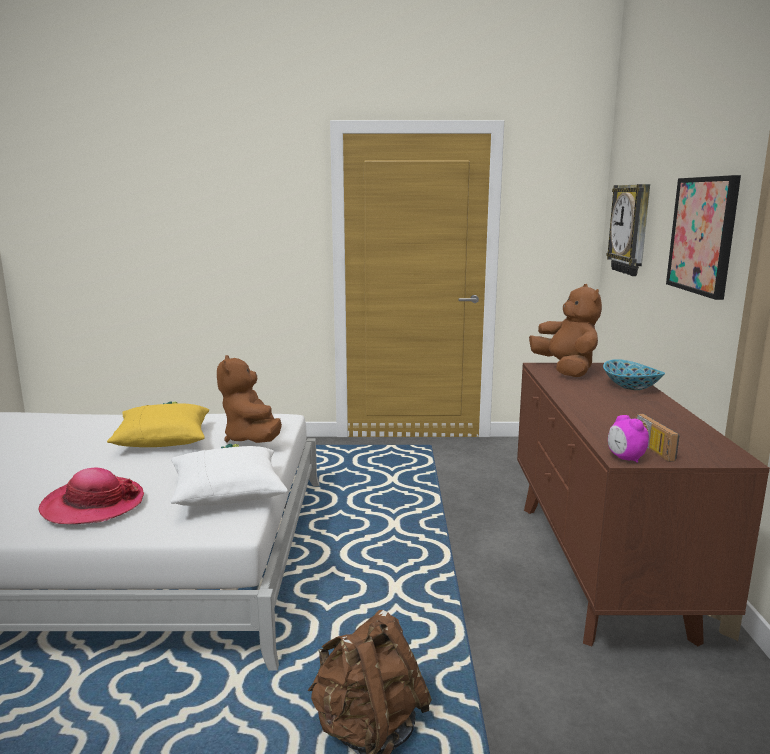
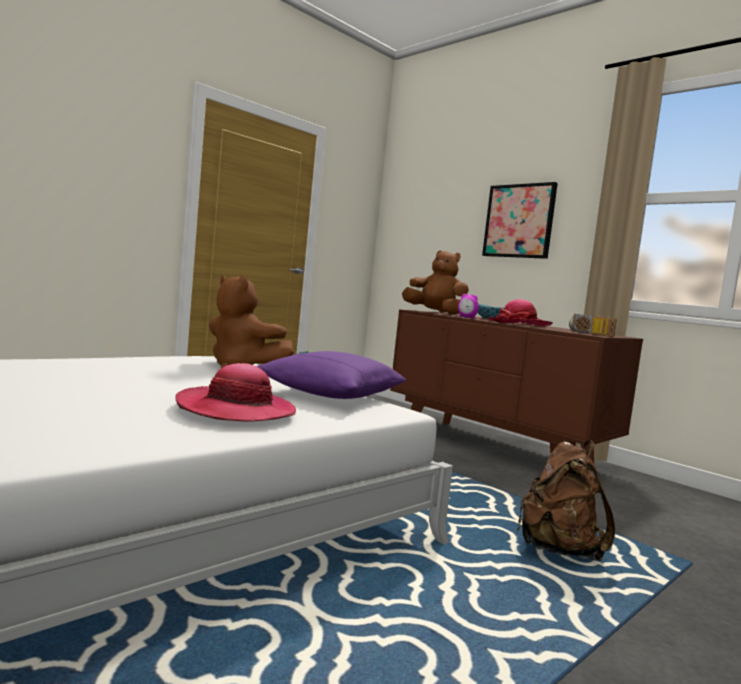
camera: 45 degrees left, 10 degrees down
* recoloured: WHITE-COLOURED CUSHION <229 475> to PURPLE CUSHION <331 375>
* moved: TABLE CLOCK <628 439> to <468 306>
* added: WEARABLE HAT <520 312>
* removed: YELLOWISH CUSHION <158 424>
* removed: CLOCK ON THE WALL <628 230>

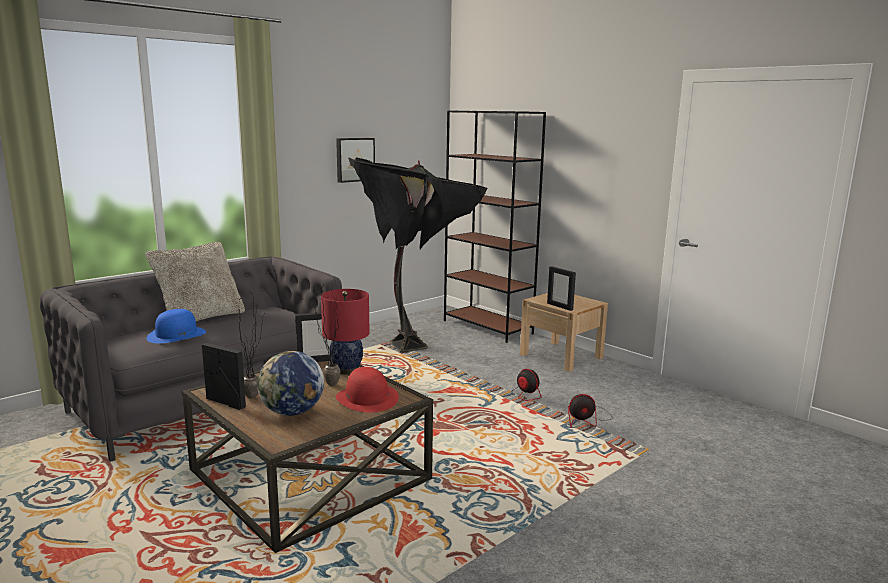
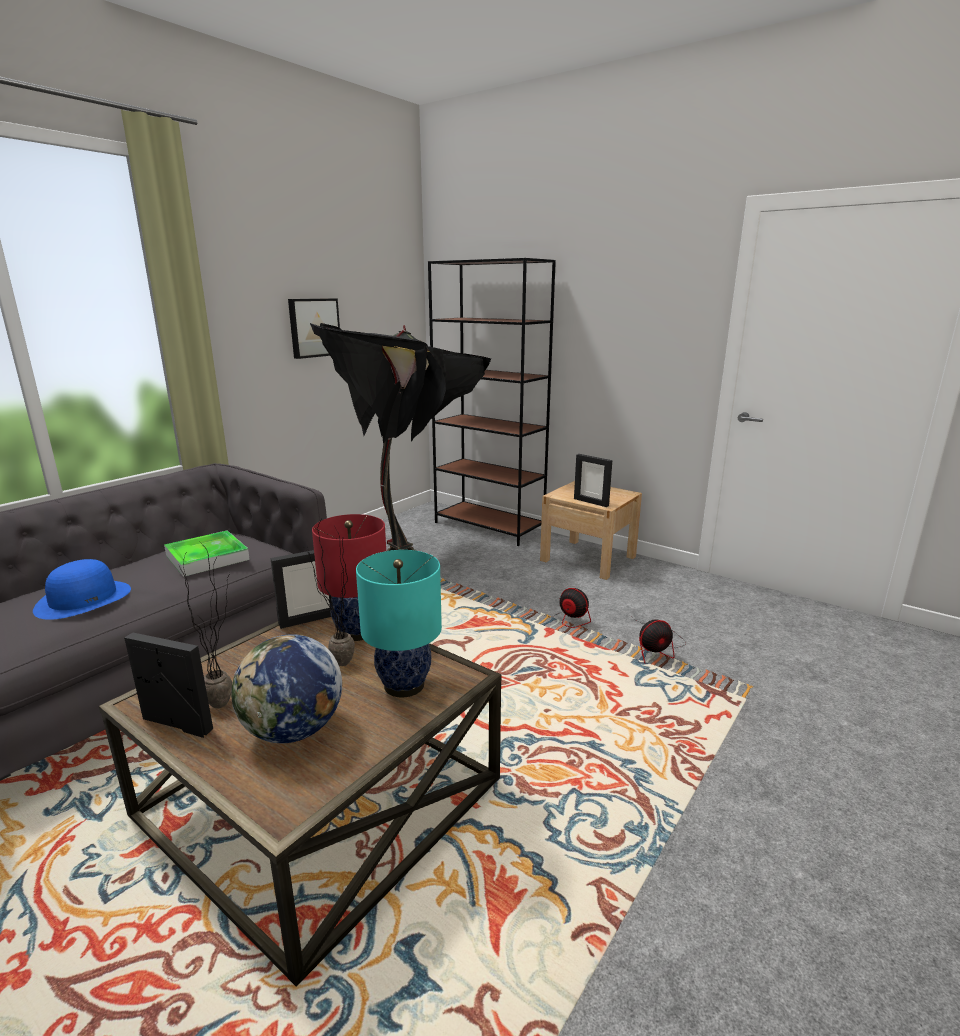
camera: 10 degrees left, 5 degrees up
* added: SERVING TRAY <207 553>
* replaced: REDDISH WEARABLE HAT <367 390> to BLUE-GREEN TABLE LAMP <399 623>
* removed: BEIGE-COLOURED CUSHION <195 281>

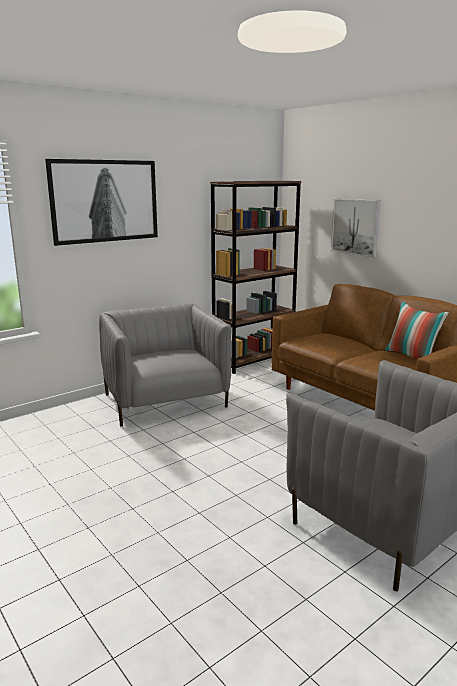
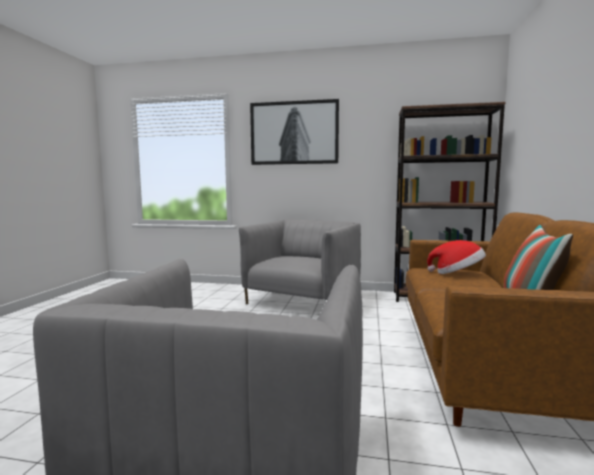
camera: 50 degrees right, 10 degrees down
* added: WEARABLE HAT <456 257>
* removed: WALL PICTURE <356 228>

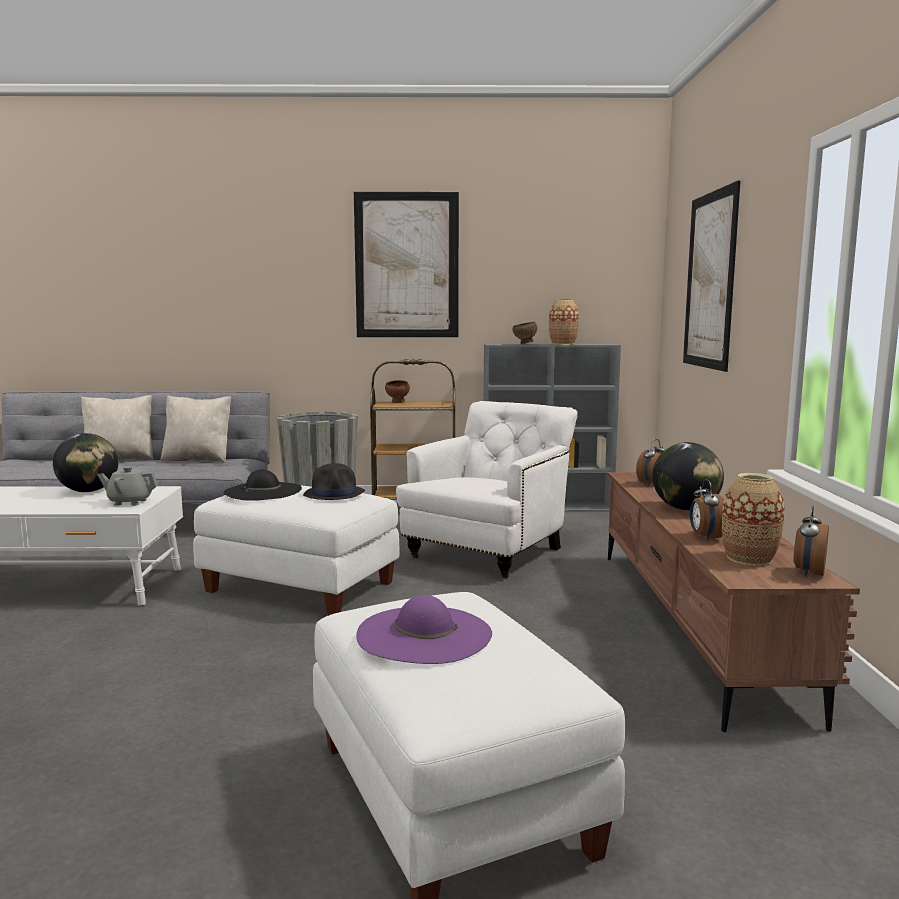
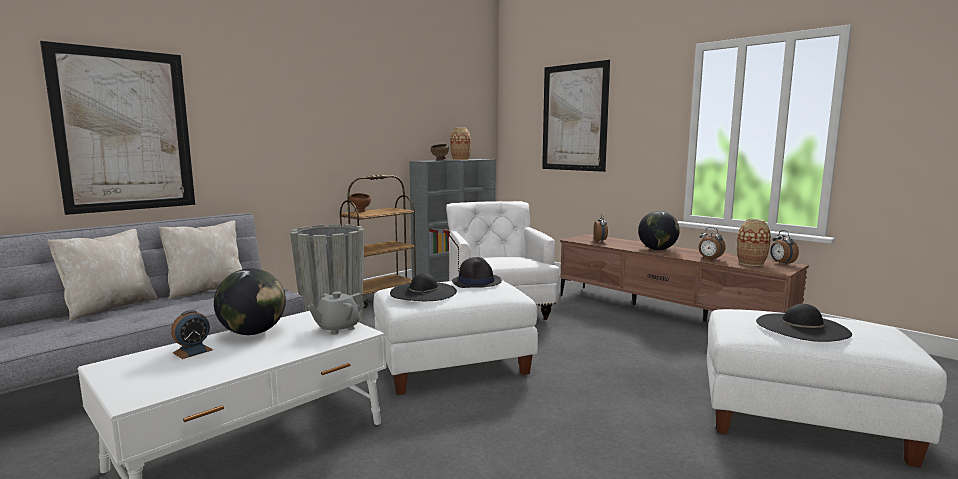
camera: 45 degrees left, 0 degrees up
* moved: WALL PICTURE <406 264> to <117 128>
* added: TABLE CLOCK <192 334>
* recoloured: PURPLE WEARABLE HAT <424 629> to BLACK WEARABLE HAT <804 323>

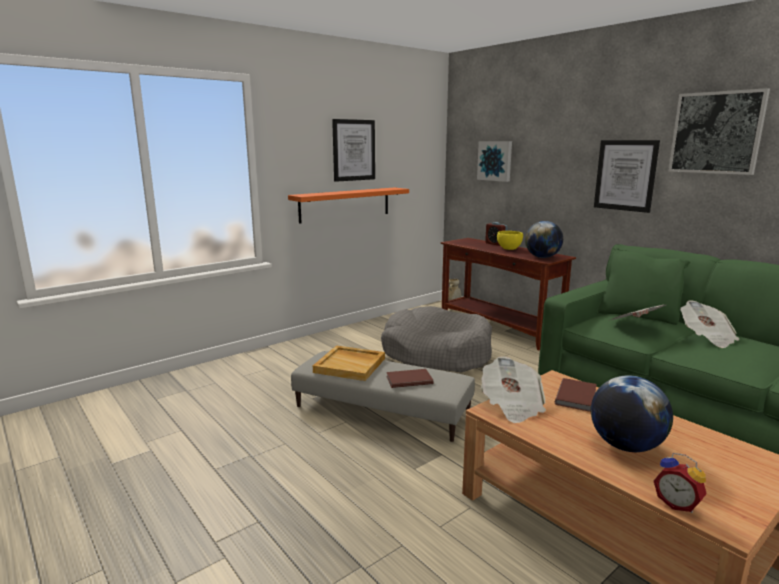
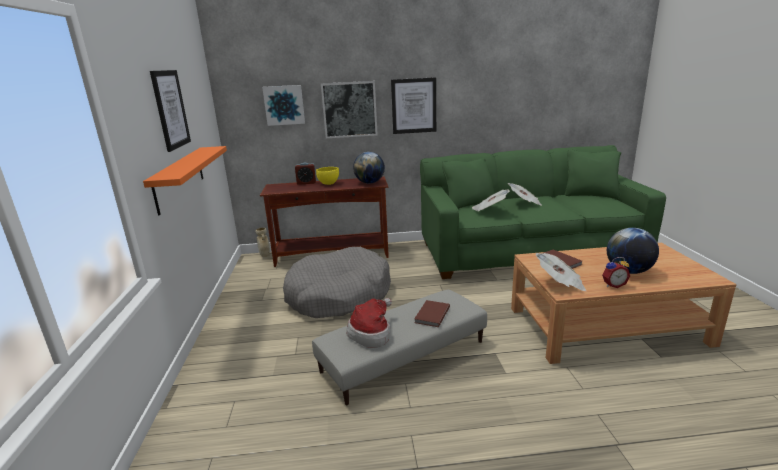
camera: 55 degrees left, 5 degrees up
* moved: WALL PICTURE <719 131> to <349 109>
* replaced: BEIGE-COLOURED SERVING TRAY <349 363> to WEARABLE HAT <369 323>
* moved: TABLE CLOCK <680 483> to <616 272>

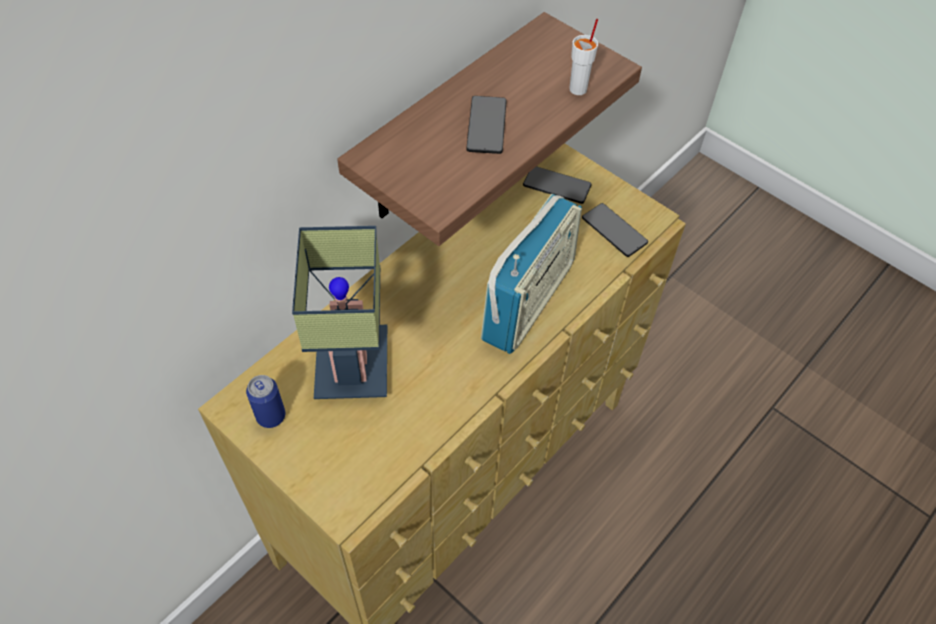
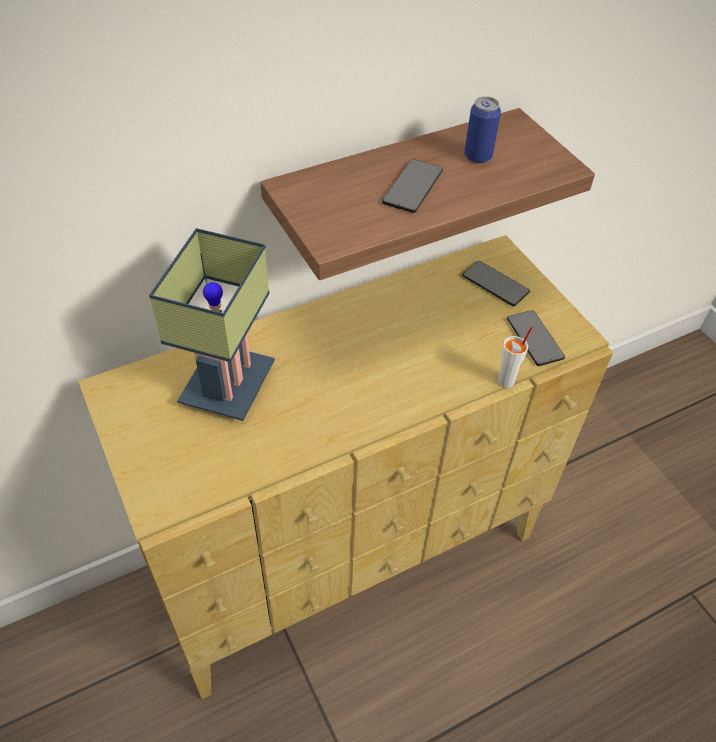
camera: 20 degrees right, 5 degrees down
* moved: METAL CAN <265 401> to <482 130>
* moved: WHITE-COLOURED DRINKING CUP <583 57> to <515 357>
* removed: RADIO RECEIVER <531 274>

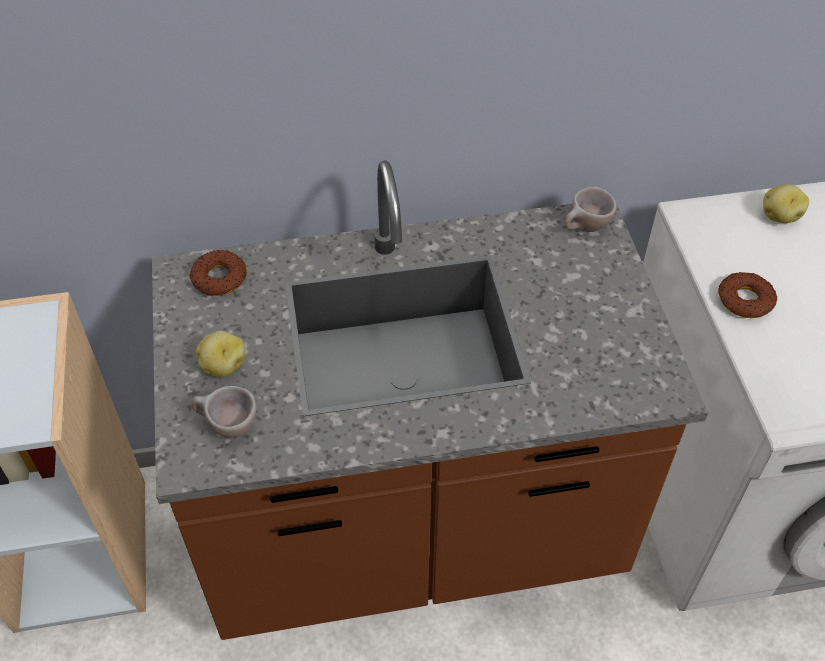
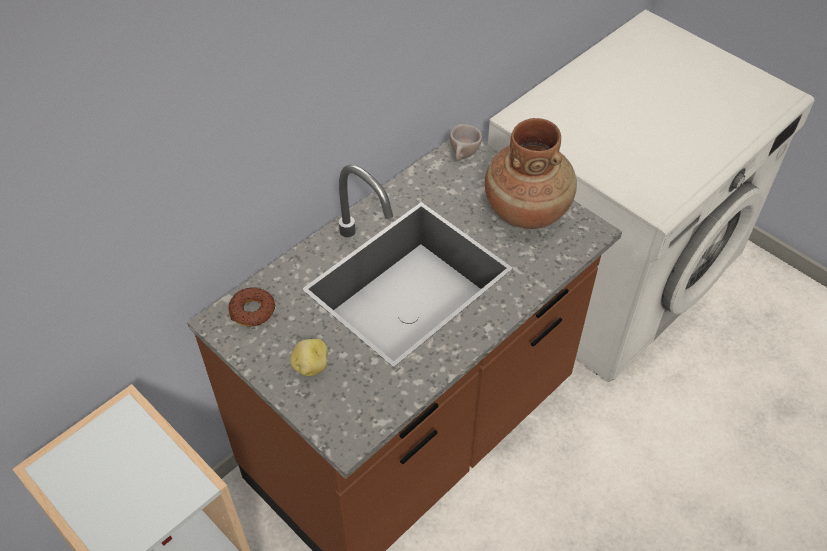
camera: 35 degrees left, 0 degrees up
* added: BROWN VASE <531 173>
* removed: BEIGE-COLOURED DRINKING CUP <224 412>
* removed: RING DOUGHNUT <747 295>
* removed: SPUD <786 203>

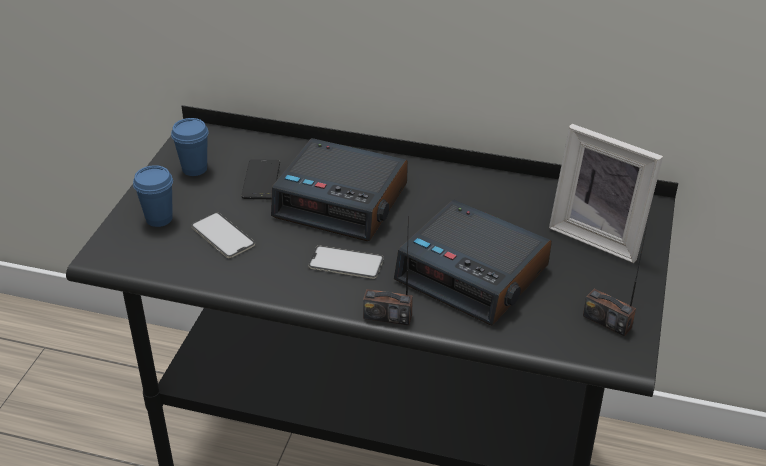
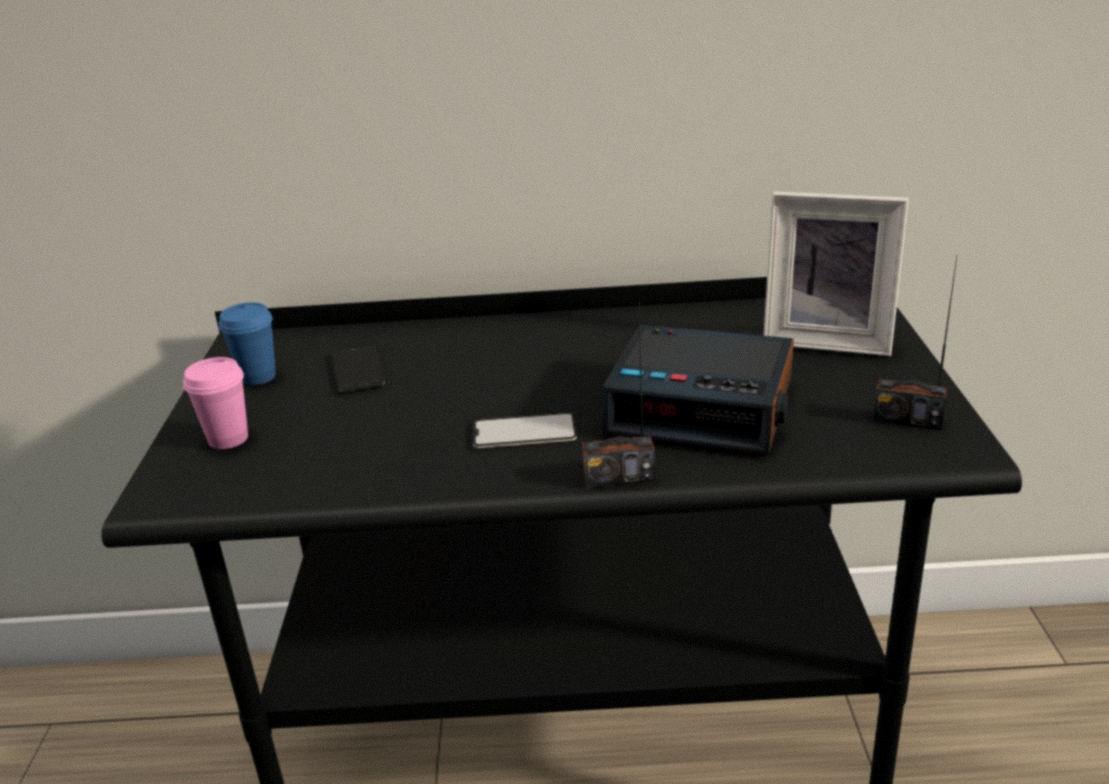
camera: 15 degrees left, 10 degrees down
* recoloured: BLUE DRINKING CUP <153 196> to PINK DRINKING CUP <215 403>
* removed: HANDSET <223 235>
* removed: TABLE CLOCK <339 189>

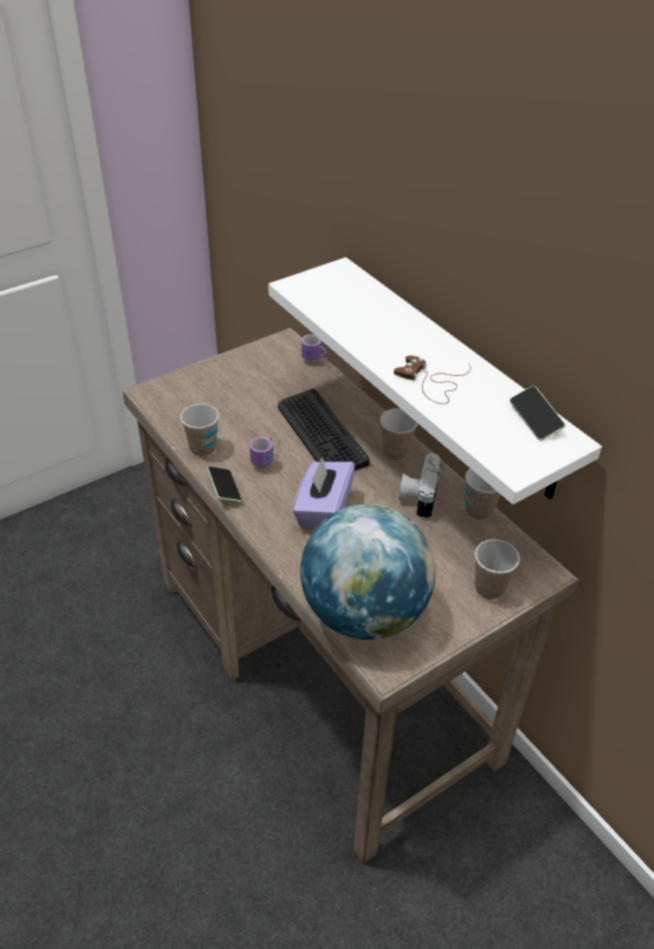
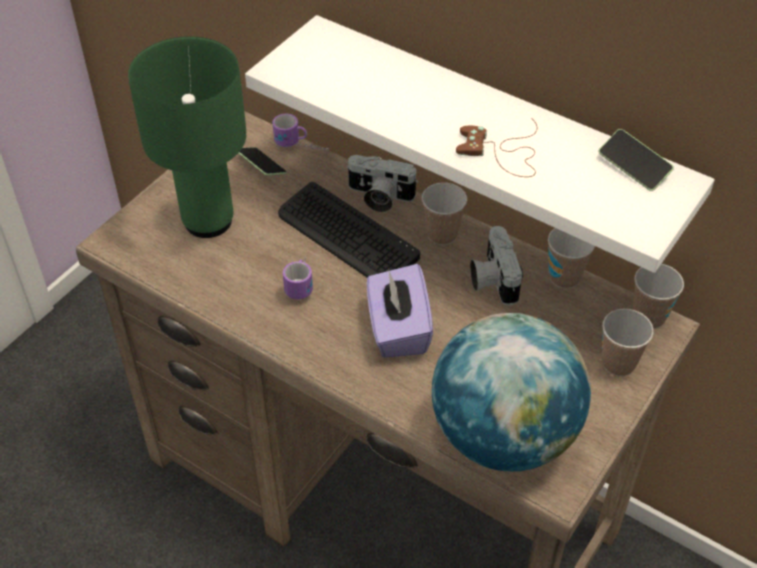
camera: 20 degrees left, 5 degrees up
* added: GREENISH TABLE LAMP <187 137>
* moved: HANDSET <224 484> to <262 161>
* added: STILL CAMERA <382 183>
* moved: DRINKING CUP <200 430> to <658 296>

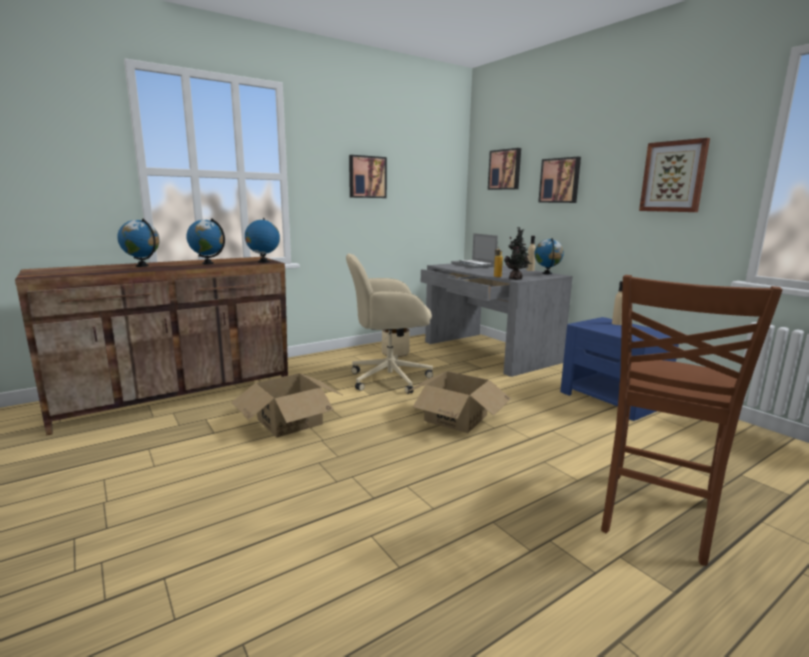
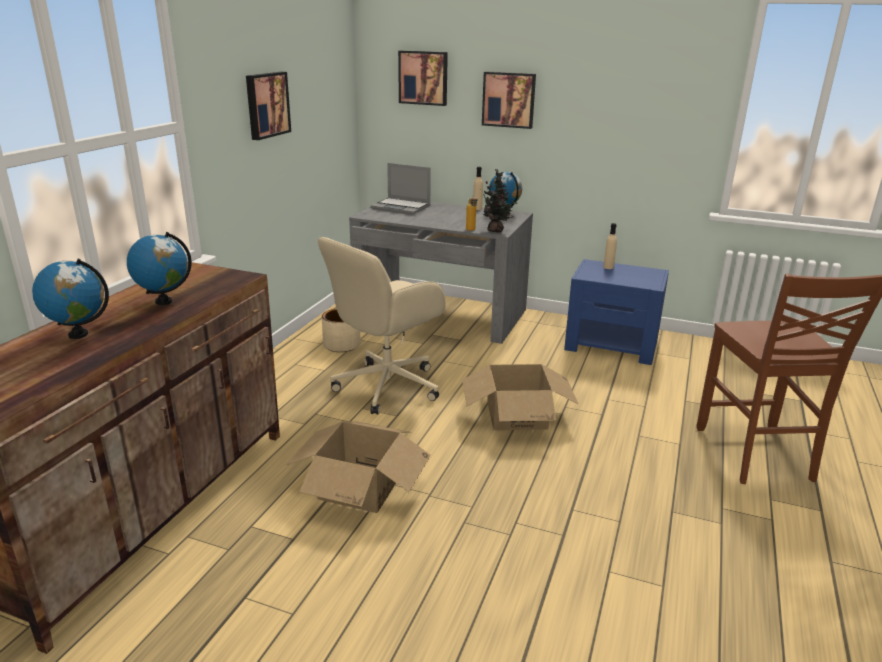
camera: 35 degrees left, 10 degrees up
* removed: WORLD GLOBE <262 240>
* removed: WALL PICTURE <674 175>

